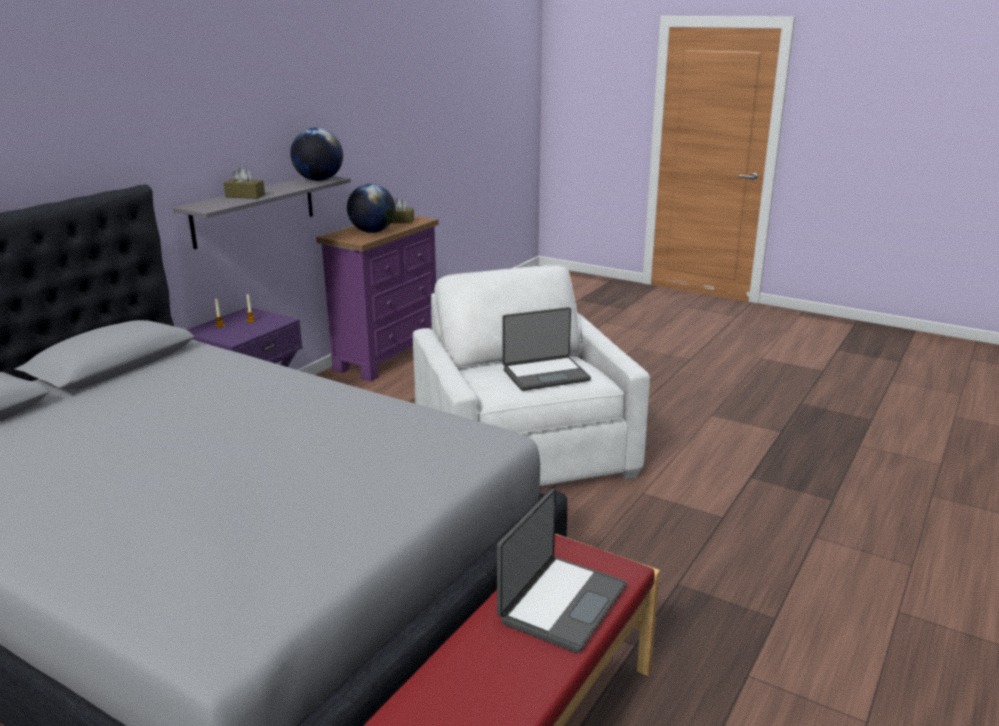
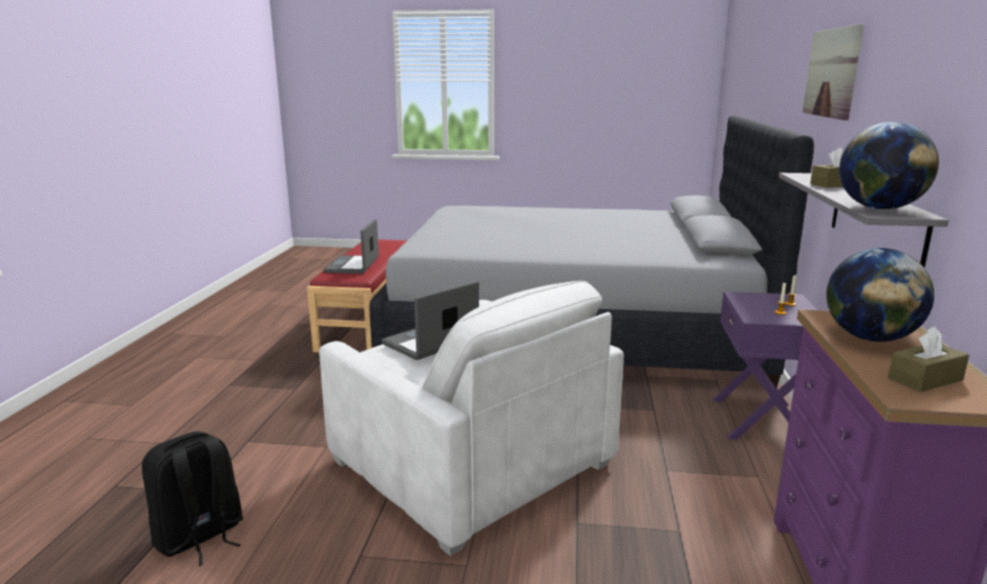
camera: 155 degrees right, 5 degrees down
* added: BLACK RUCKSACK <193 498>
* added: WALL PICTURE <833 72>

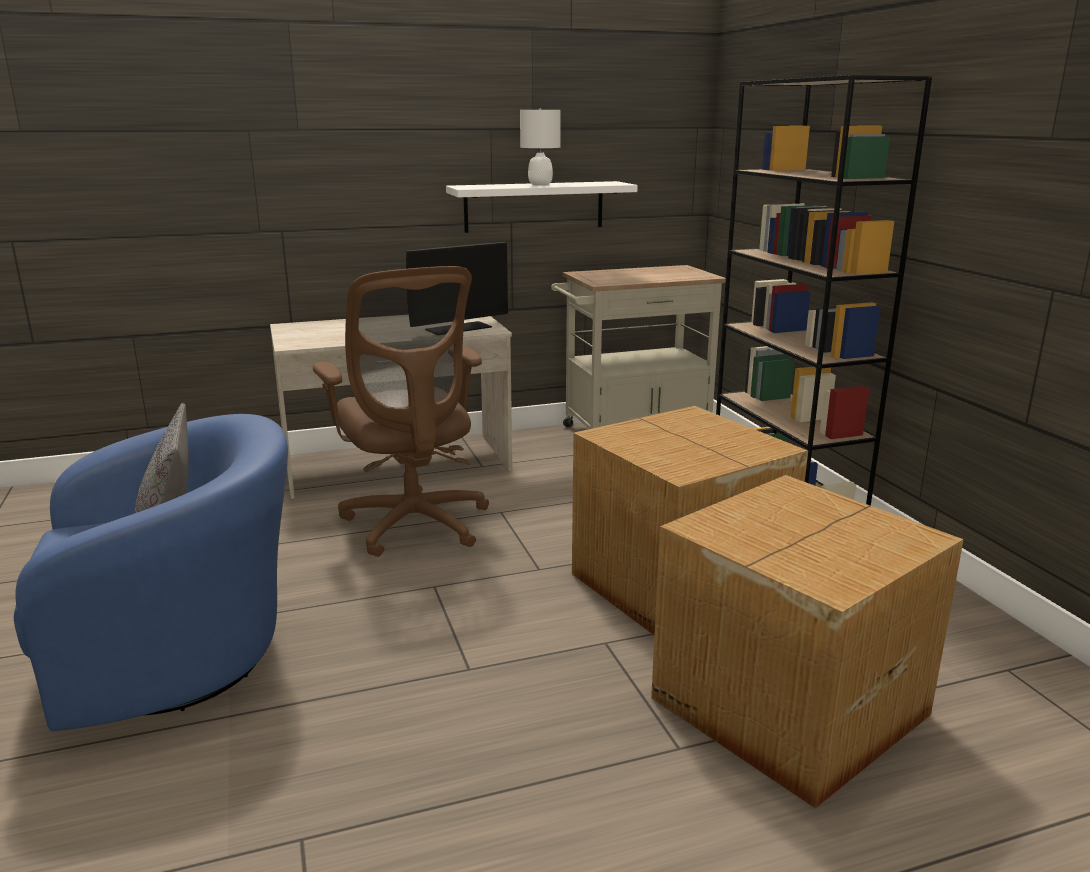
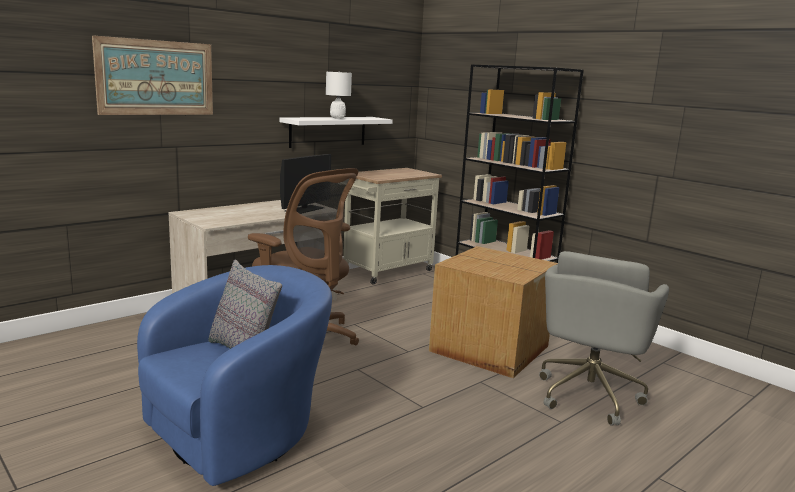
camera: 25 degrees left, 5 degrees down
* added: WALL PICTURE <152 75>
* replaced: PACKING BOX <807 642> to GRAY COMPUTER CHAIR <604 338>

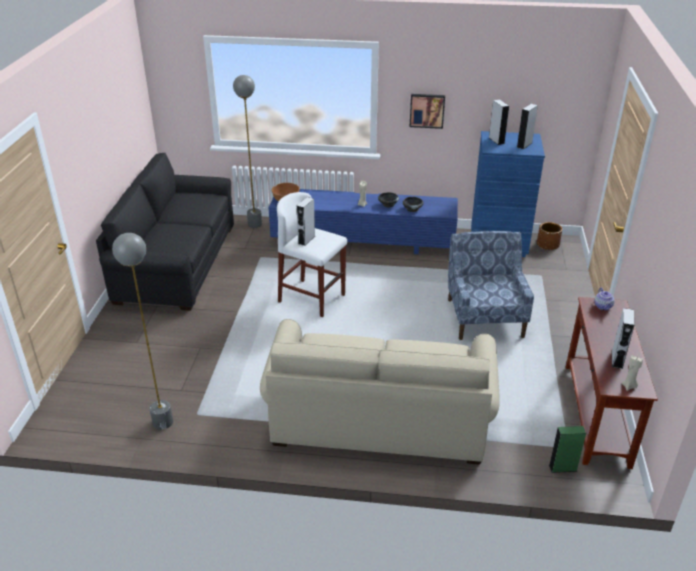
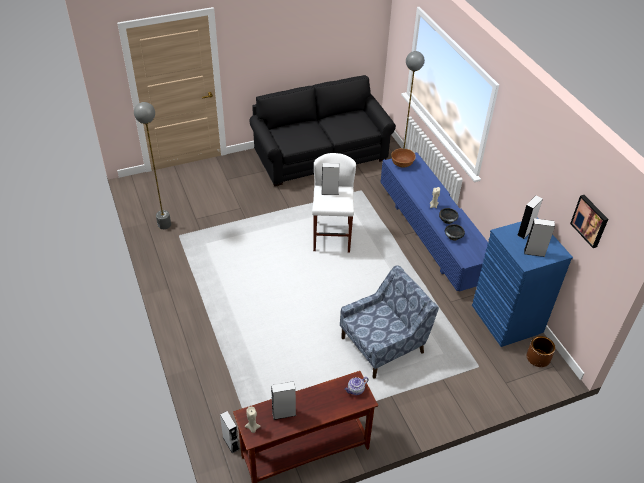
camera: 60 degrees right, 10 degrees up
* recoloured: GREENISH LOUDSPEAKER <567 449> to GRAY LOUDSPEAKER <230 432>
* moved: WALL PICTURE <427 111> to <589 221>
* removed: BEIGE-COLOURED SOFA <380 392>

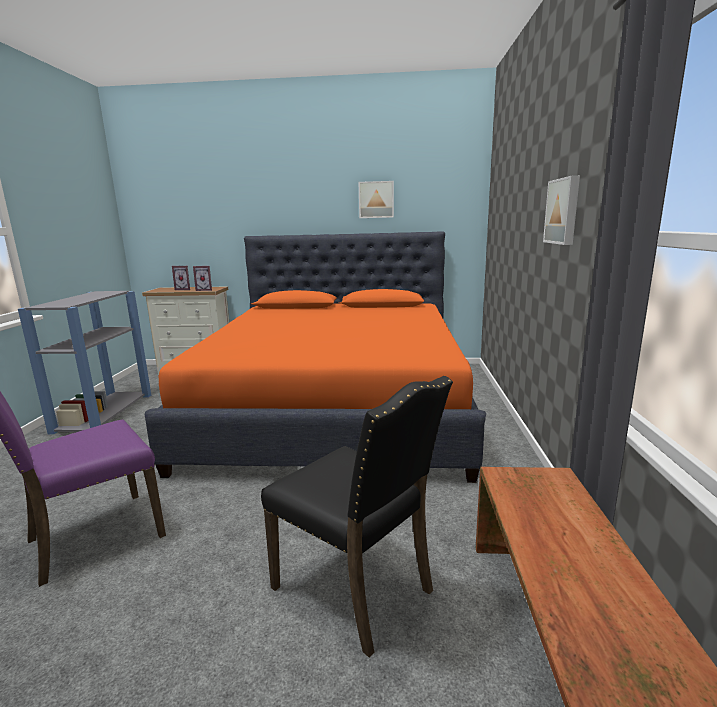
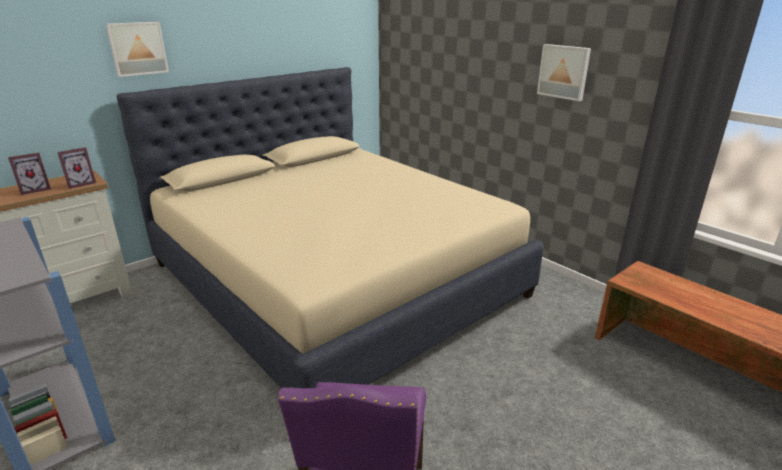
camera: 45 degrees left, 10 degrees up
* moved: WALL PICTURE <376 199> to <137 49>
* recoloured: ORANGE-COLOURED BED <315 357> to BEIGE-COLOURED BED <330 227>
* removed: BLACK UPRIGHT CHAIR <357 517>

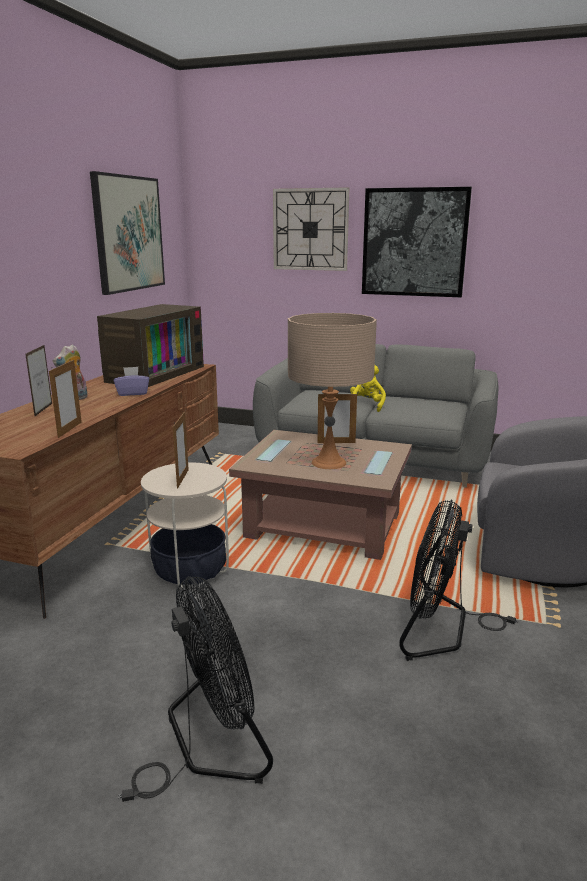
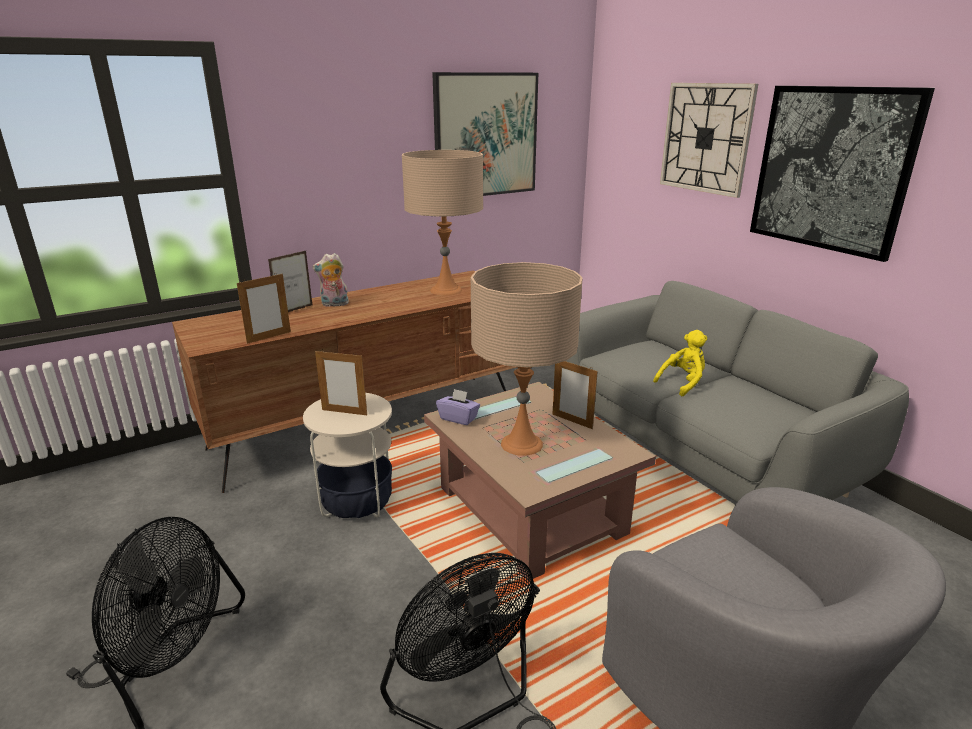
camera: 40 degrees right, 5 degrees up
* turned: PICTURE FRAME <181 450> = <341 382> 60 degrees clockwise
* replaced: TV SET <150 345> to BEIGE-COLOURED TABLE LAMP <442 223>
* moved: PURPLE BOX OF TISSUES <131 381> to <458 406>

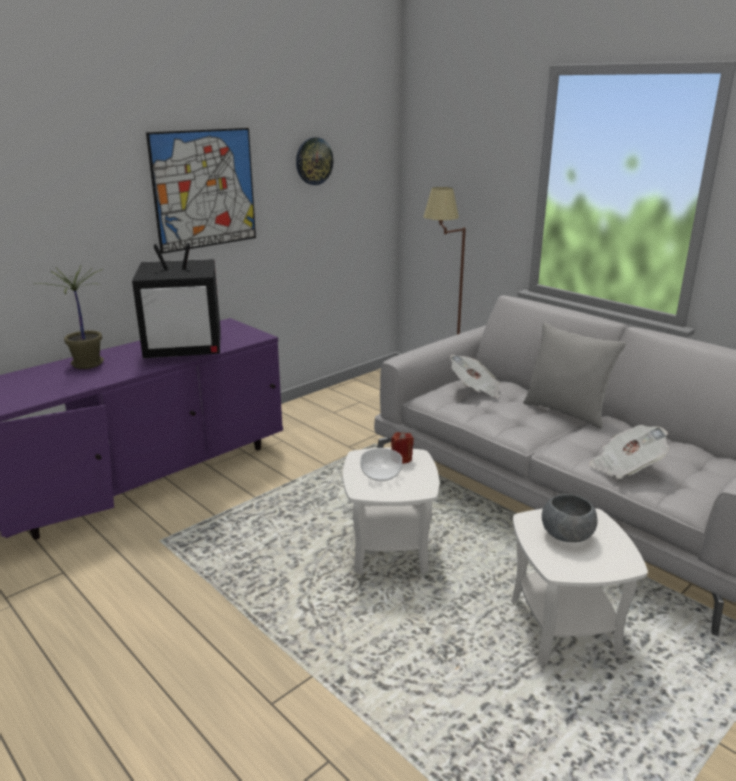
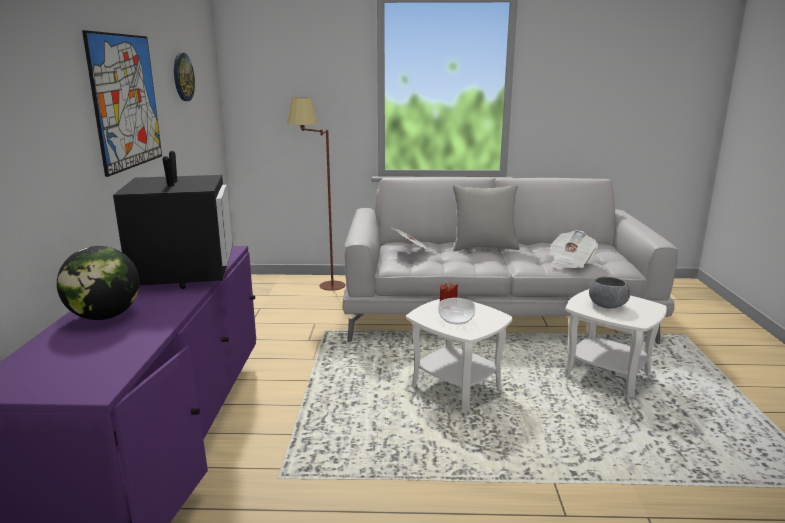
camera: 45 degrees left, 5 degrees down
* replaced: HOUSEPLANT <71 317> to WORLD GLOBE <98 283>
* turned: TV SET <176 300> = <173 220> 45 degrees counterclockwise

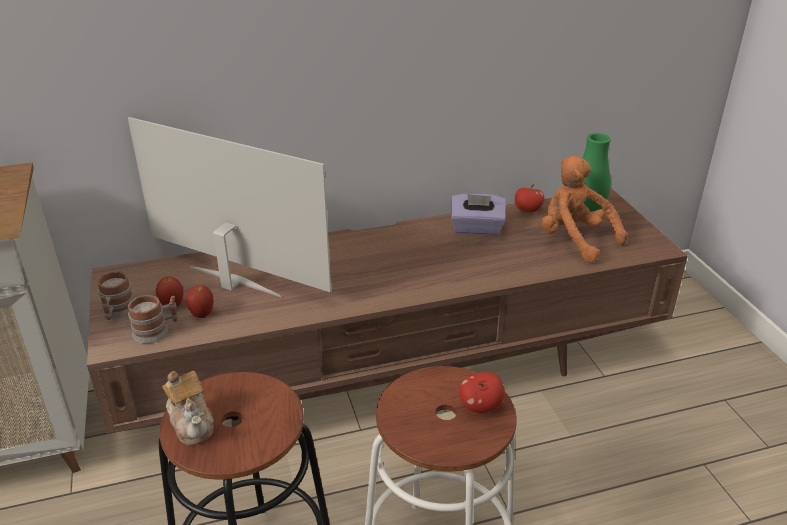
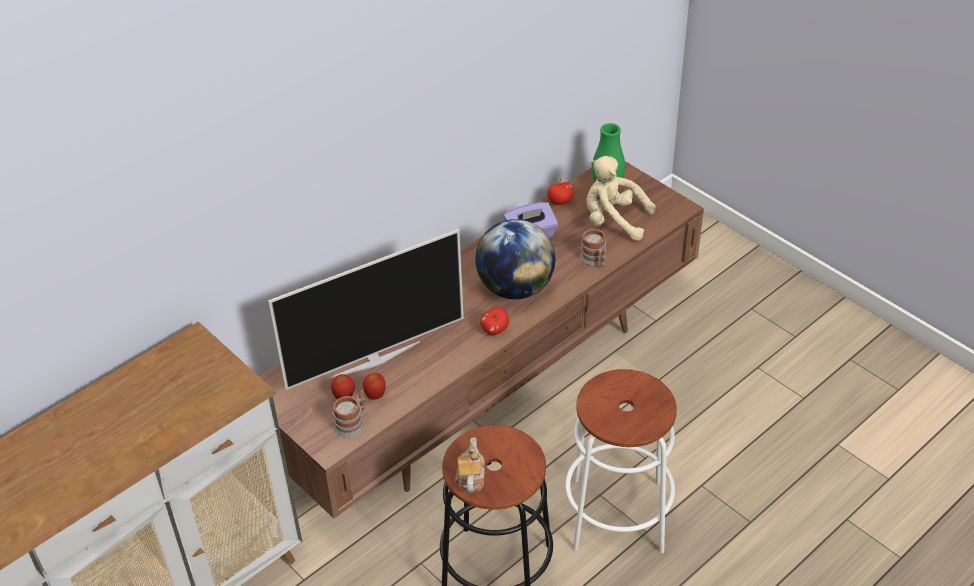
camera: 25 degrees left, 10 degrees up
* turned: TV SET <229 207> = <366 309> 150 degrees clockwise
* turned: TEAPOT <188 408> = <470 465> 120 degrees counterclockwise
* added: WORLD GLOBE <515 259>
* moved: WHOLE APPLE <482 392> to <494 321>
* moved: MUG <115 295> to <593 248>
* recoloured: ORANGE-COLOURED SOFT TOY <584 209> to BEIGE-COLOURED SOFT TOY <621 198>

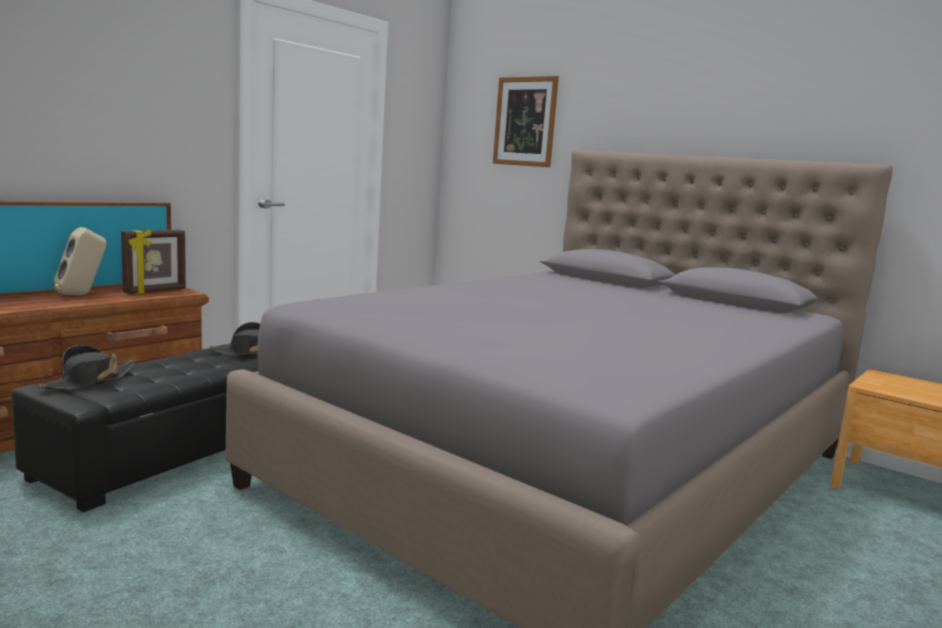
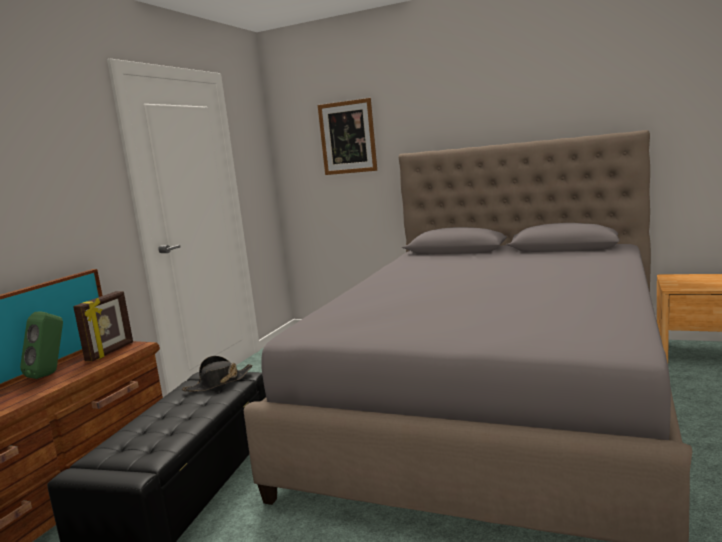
camera: 15 degrees left, 0 degrees up
* recoloured: BEIGE-COLOURED LOUDSPEAKER <79 261> to GREENISH LOUDSPEAKER <41 345>
* removed: BLACK WEARABLE HAT <87 367>

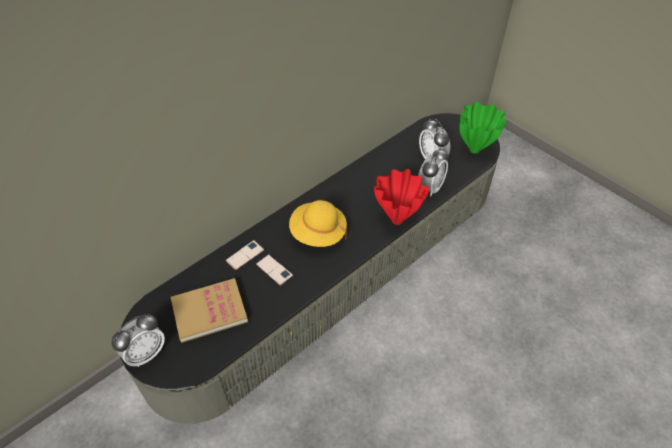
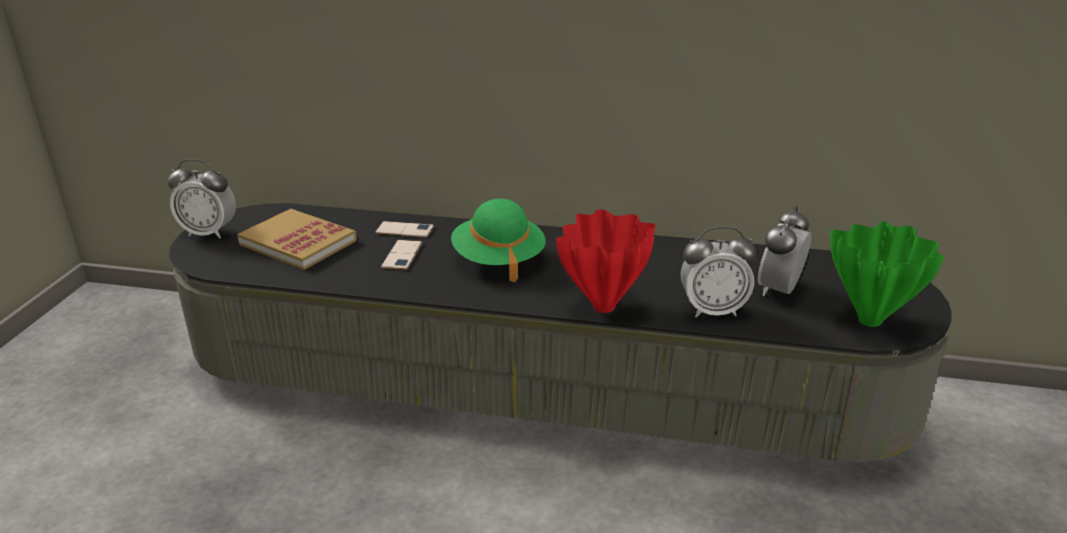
camera: 55 degrees right, 20 degrees down
* recoloured: YELLOWISH WEARABLE HAT <318 223> to GREENISH WEARABLE HAT <498 240>

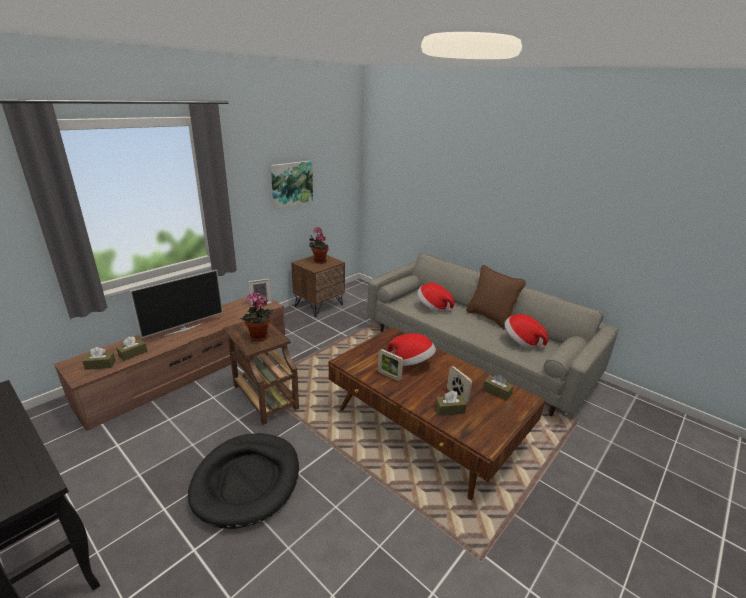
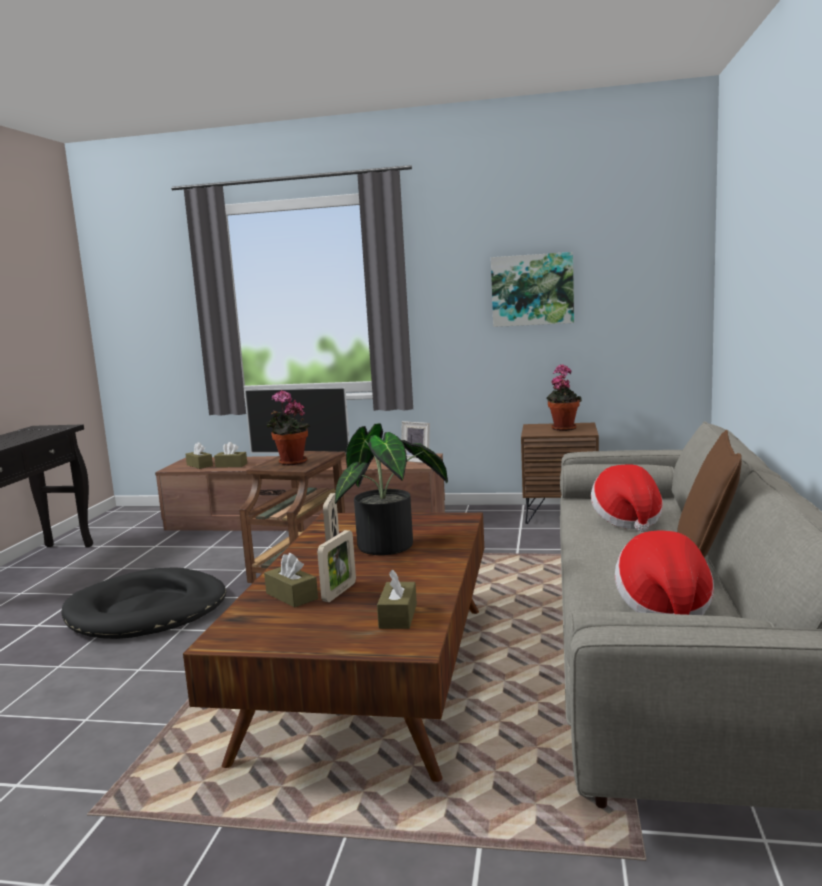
camera: 60 degrees right, 15 degrees down
* replaced: WEARABLE HAT <412 350> to HOUSEPLANT <391 489>

